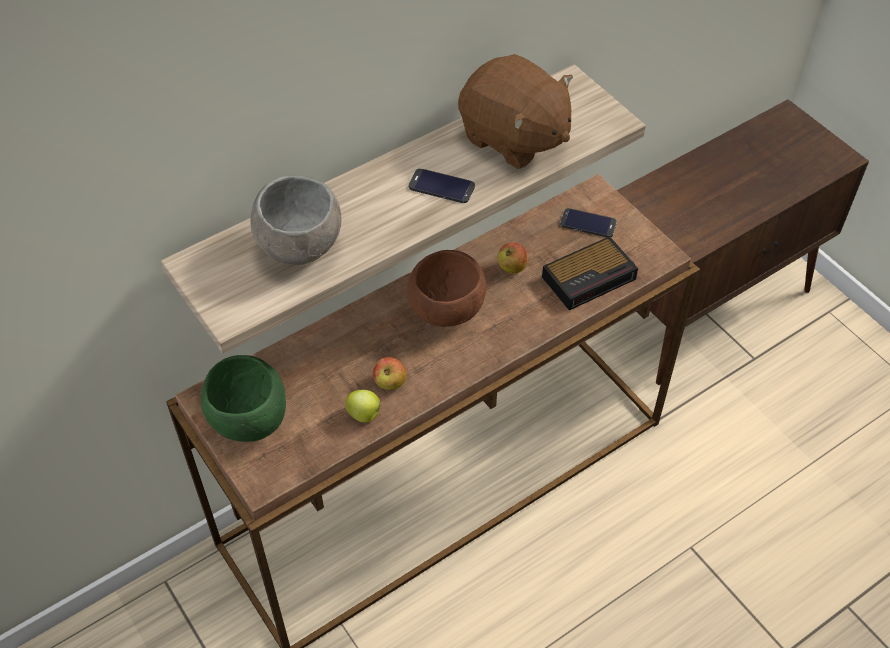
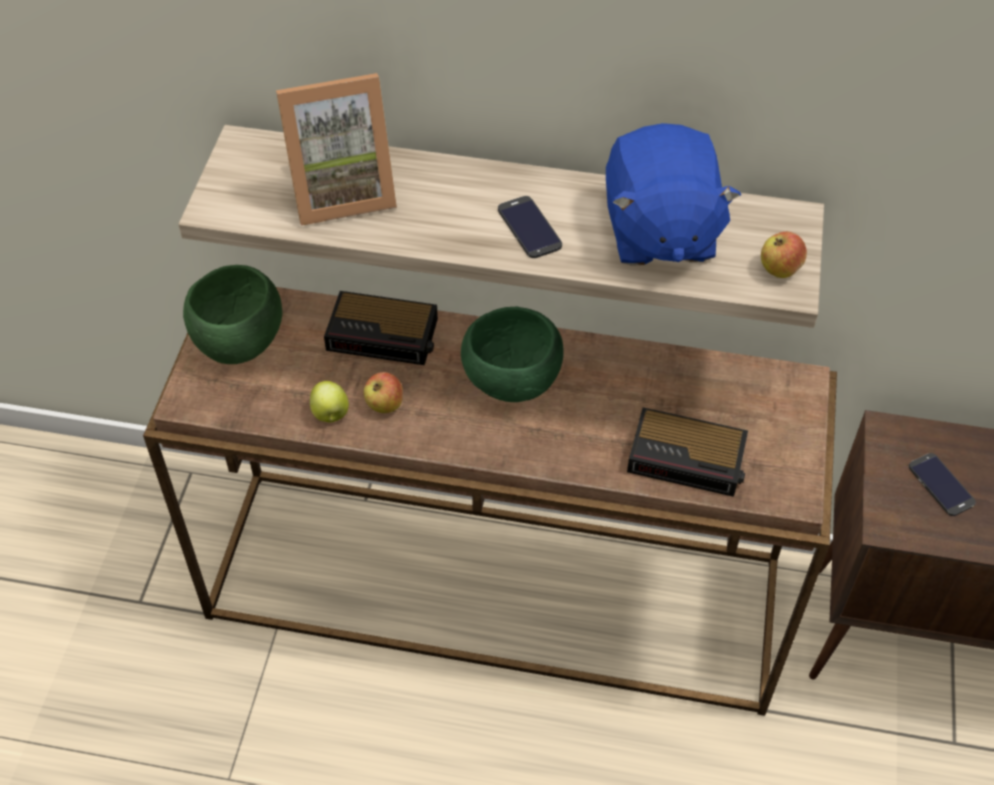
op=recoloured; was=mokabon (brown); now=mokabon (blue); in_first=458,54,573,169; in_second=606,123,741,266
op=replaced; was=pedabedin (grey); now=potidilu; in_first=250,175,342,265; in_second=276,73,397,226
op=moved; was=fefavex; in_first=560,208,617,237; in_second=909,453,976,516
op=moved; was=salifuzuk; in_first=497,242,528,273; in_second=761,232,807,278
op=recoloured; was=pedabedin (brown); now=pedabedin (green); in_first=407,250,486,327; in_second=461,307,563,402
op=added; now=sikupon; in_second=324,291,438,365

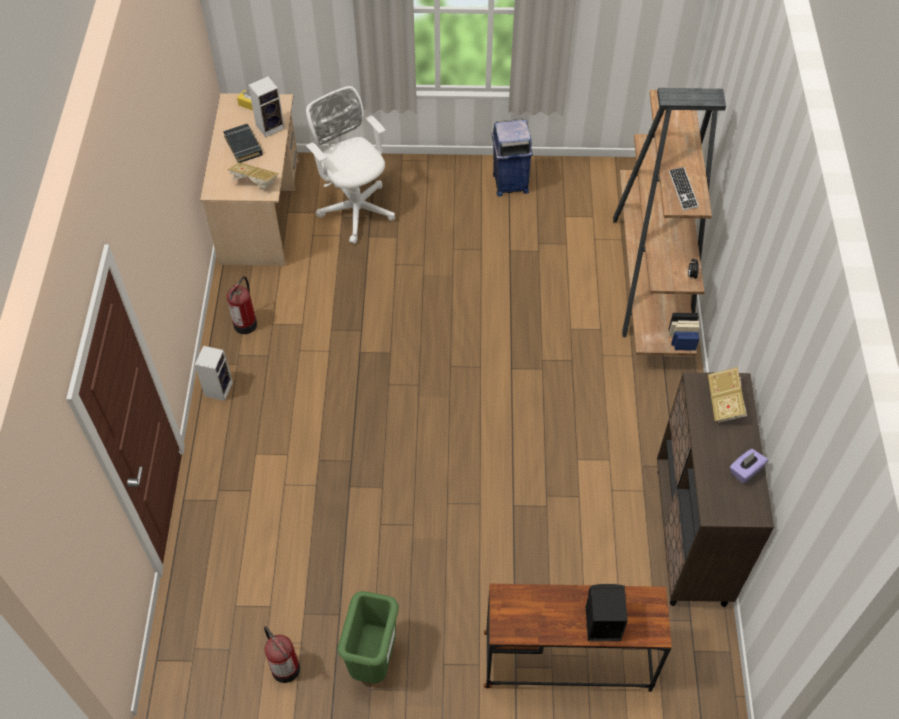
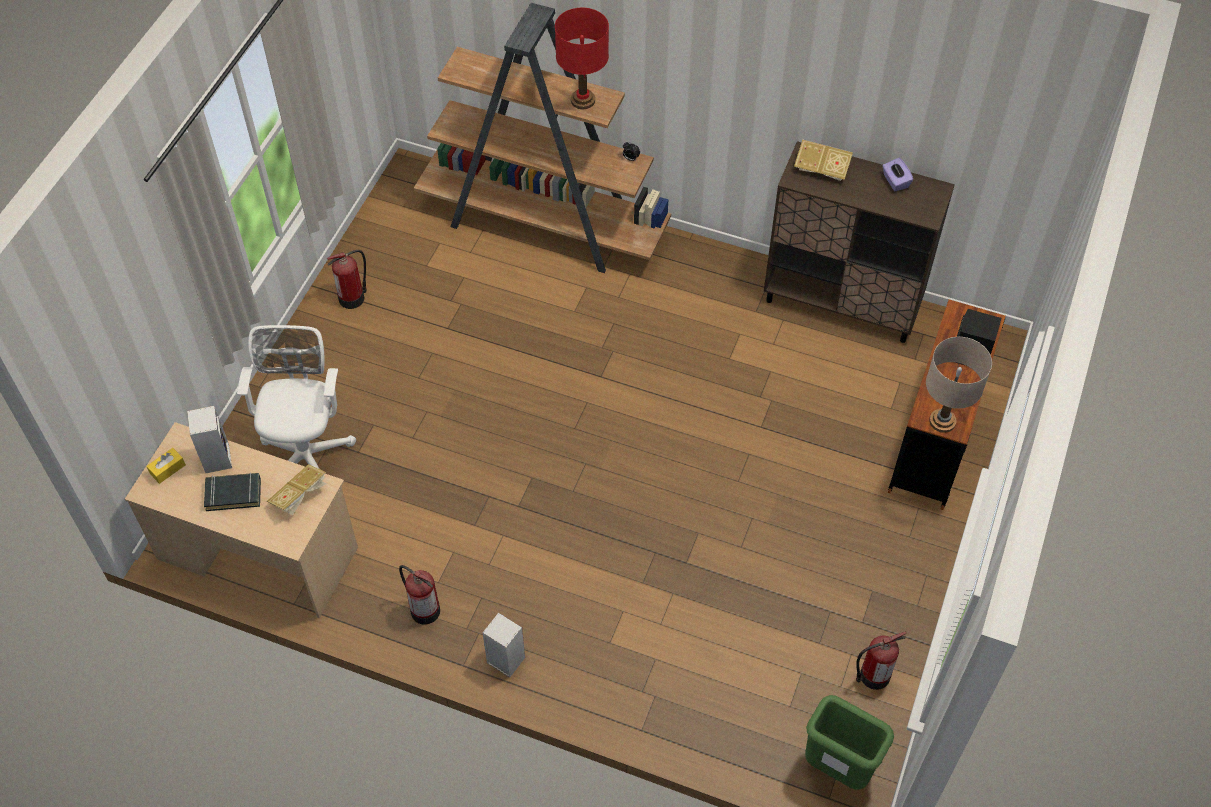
op=turned; was=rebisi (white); in_first=306,86,395,244; in_second=237,325,356,469; clockwise=105
op=replaced; was=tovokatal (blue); now=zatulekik; in_first=492,119,533,196; in_second=327,250,367,309
op=replaced; was=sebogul; now=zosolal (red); in_first=669,167,699,210; in_second=555,8,609,109
op=moved; was=tovokatal (green); in_first=338,591,399,684; in_second=805,695,894,790
op=added; now=zosolal (beige); in_second=926,337,992,433

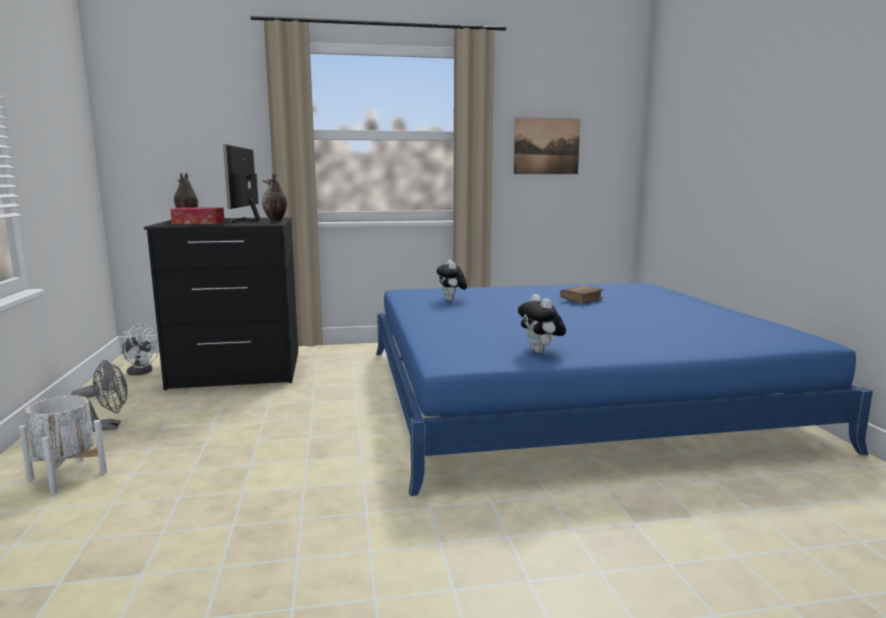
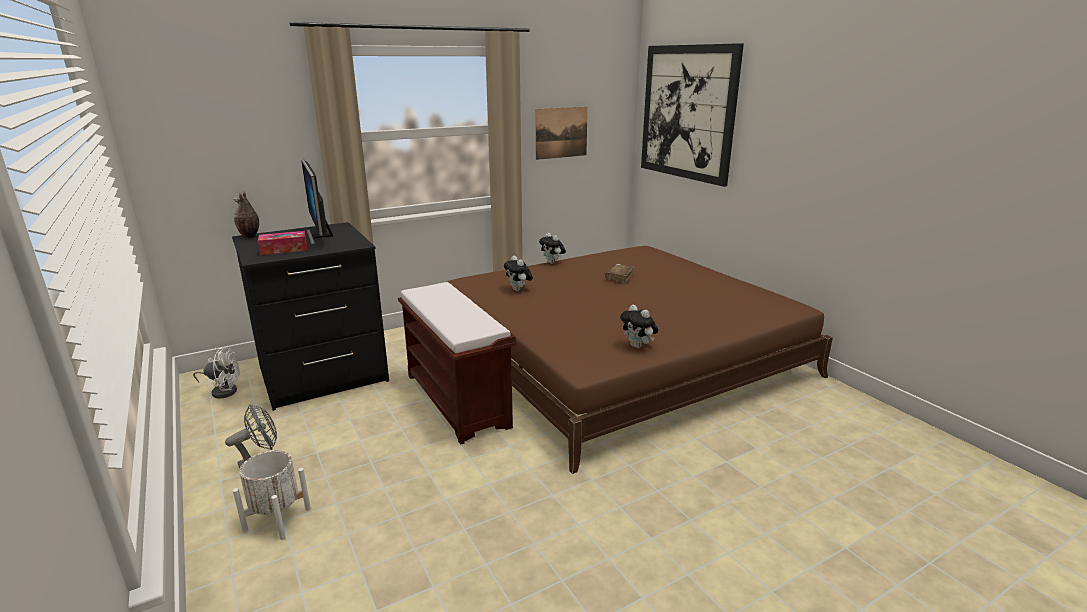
op=removed; was=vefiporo; in_first=262,172,287,222
op=recoloured; was=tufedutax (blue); now=tufedutax (brown); in_first=376,283,873,496; in_second=447,246,833,474
op=added; now=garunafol; in_second=641,43,744,187
op=added; now=mokabon; in_second=539,233,566,264
op=added; now=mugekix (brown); in_second=398,282,516,444

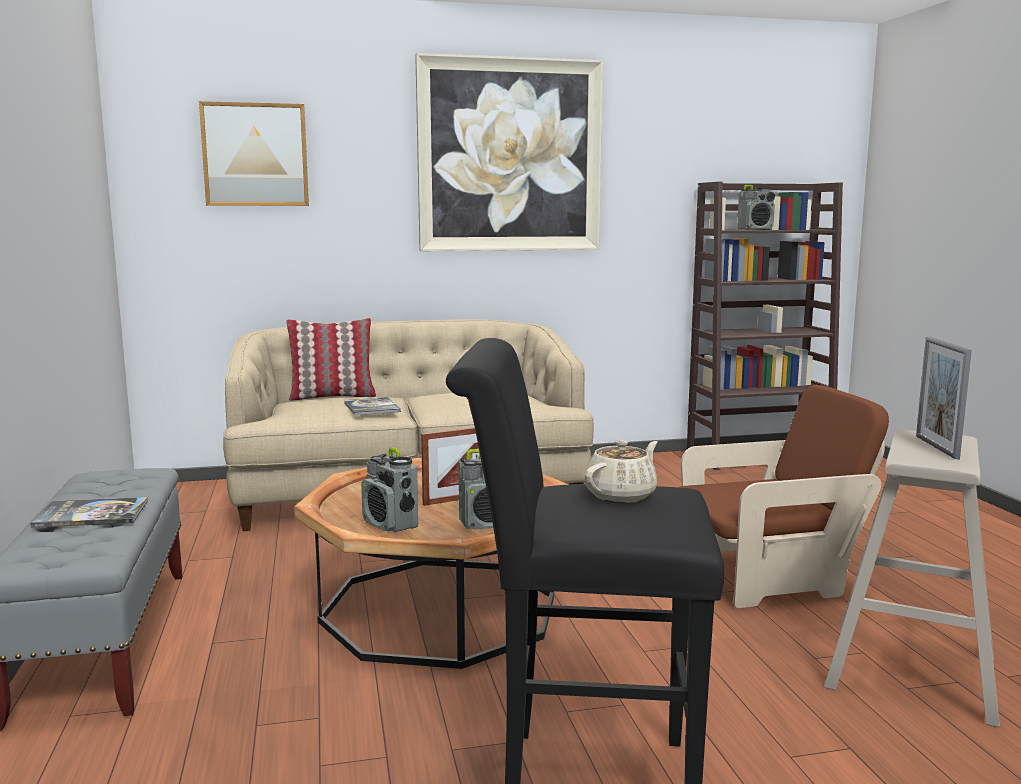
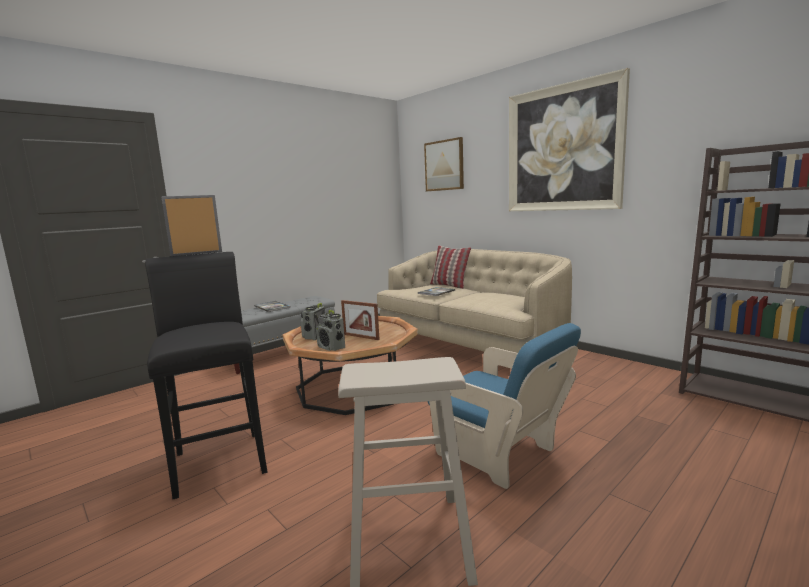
op=removed; was=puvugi; in_first=737,185,775,230
op=moved; was=potidilu; in_first=916,337,972,459; in_second=161,195,222,256
op=recoloured; was=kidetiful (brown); now=kidetiful (blue); in_first=678,385,889,608; in_second=427,323,581,489
op=removed; was=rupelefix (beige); in_first=584,440,658,503

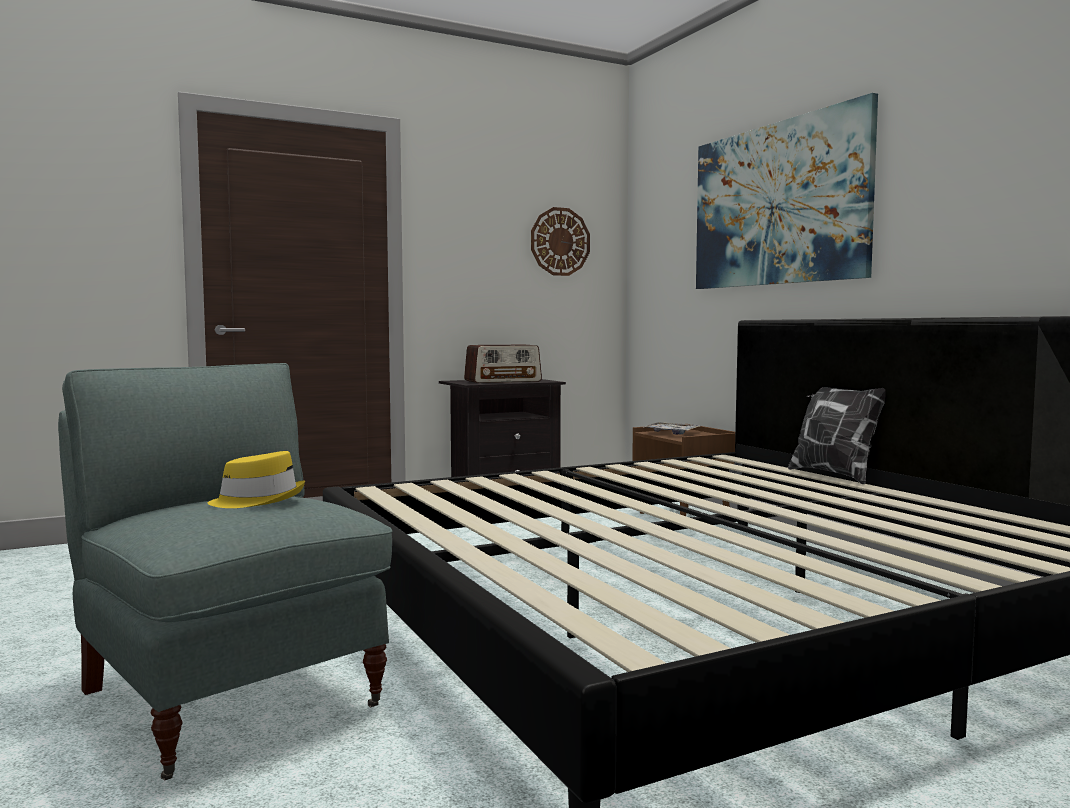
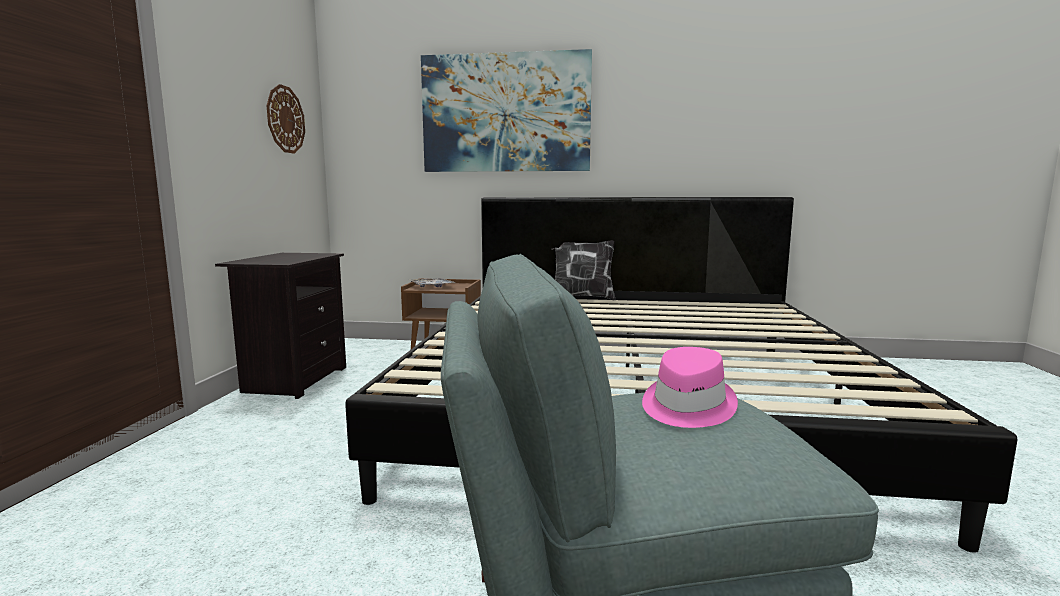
op=removed; was=puvugi; in_first=464,345,542,383
op=recoloured; was=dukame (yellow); now=dukame (pink); in_first=208,451,305,508; in_second=642,347,738,428

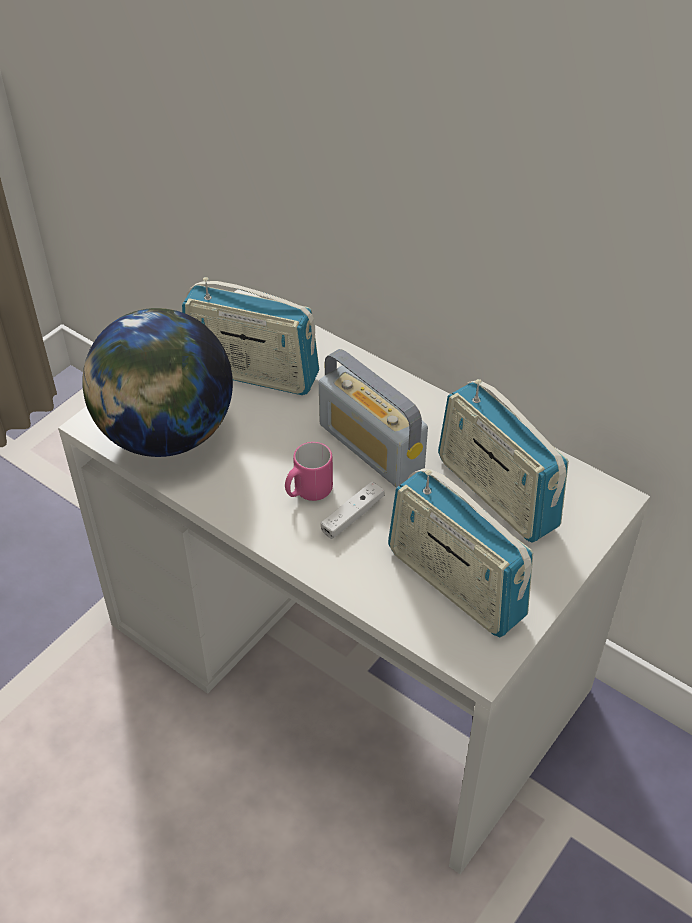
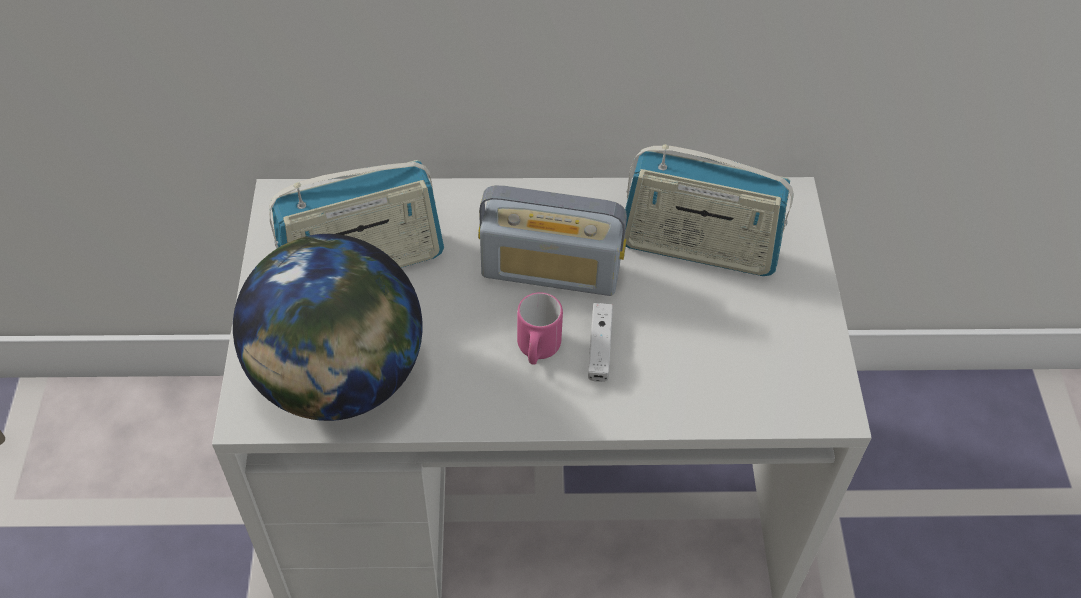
op=removed; was=puvugi; in_first=388,469,533,637

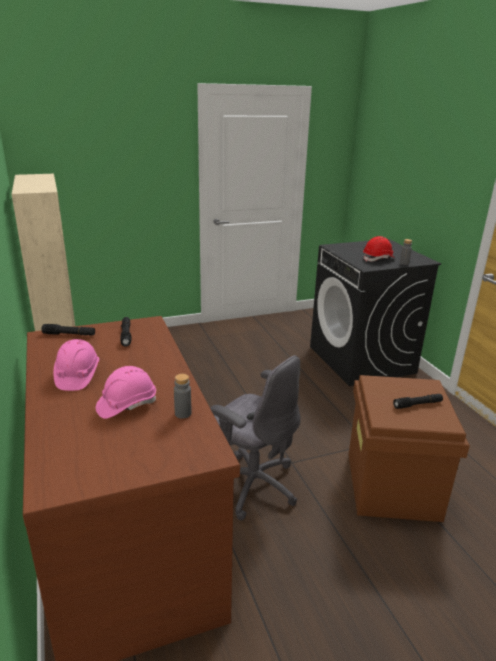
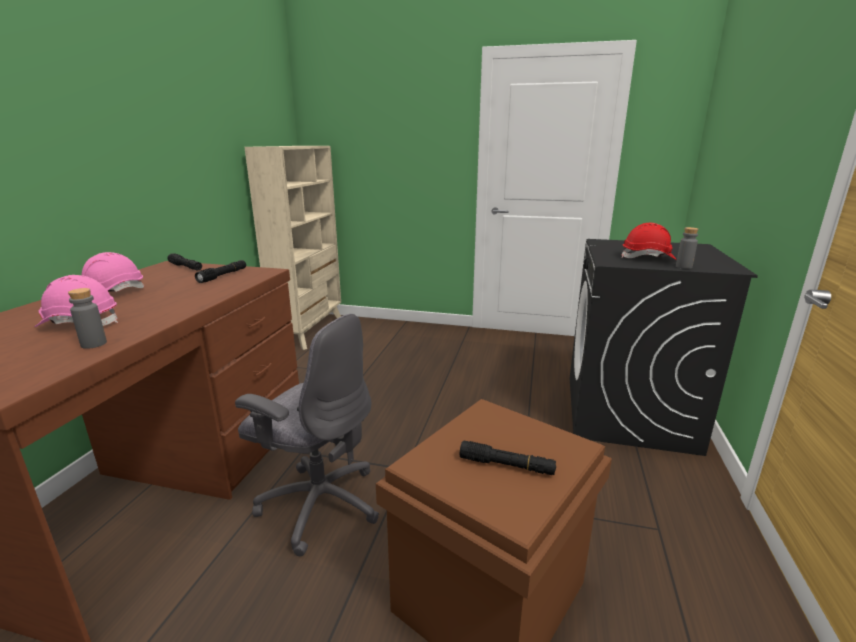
op=turned; was=rebisi (grey); in_first=210,355,301,520; in_second=235,314,379,556; clockwise=-45

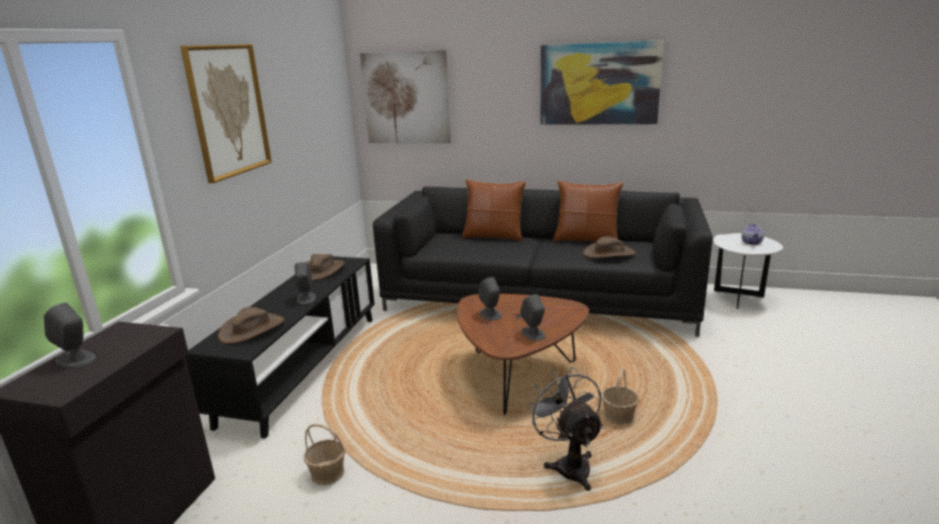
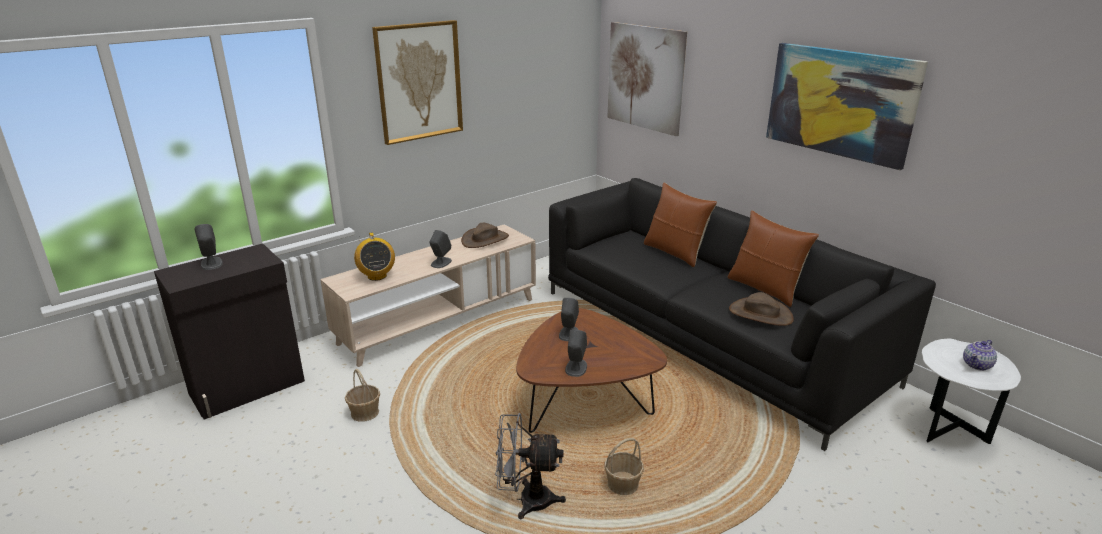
op=recoloured; was=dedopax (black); now=dedopax (beige); in_first=185,256,375,438; in_second=320,225,536,367
op=replaced; was=dukame (brown); now=puvugi; in_first=218,307,284,344; in_second=354,232,395,281
op=turned; was=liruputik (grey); in_first=526,367,604,491; in_second=495,413,566,519; clockwise=-105

